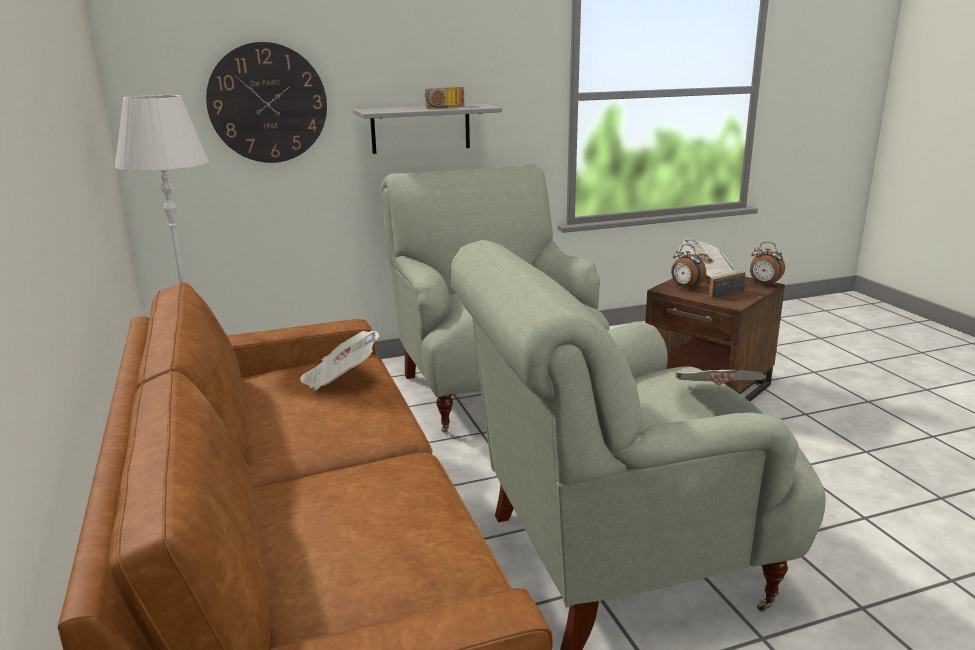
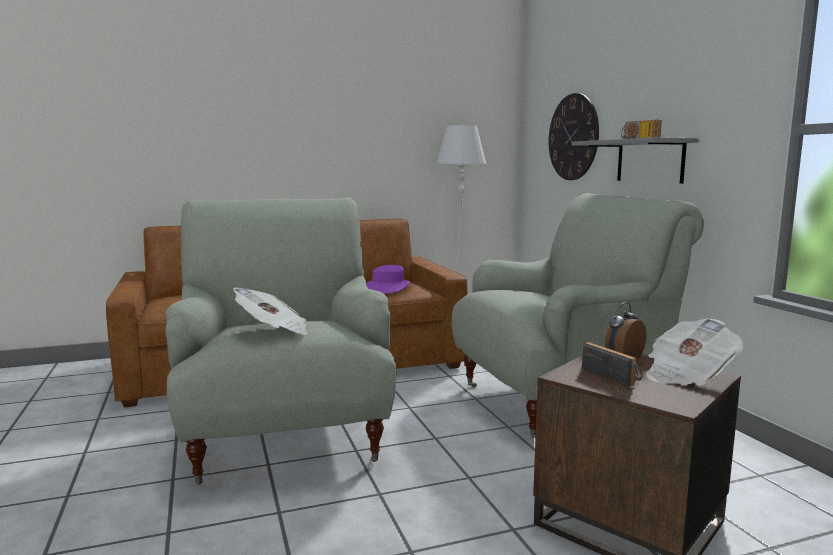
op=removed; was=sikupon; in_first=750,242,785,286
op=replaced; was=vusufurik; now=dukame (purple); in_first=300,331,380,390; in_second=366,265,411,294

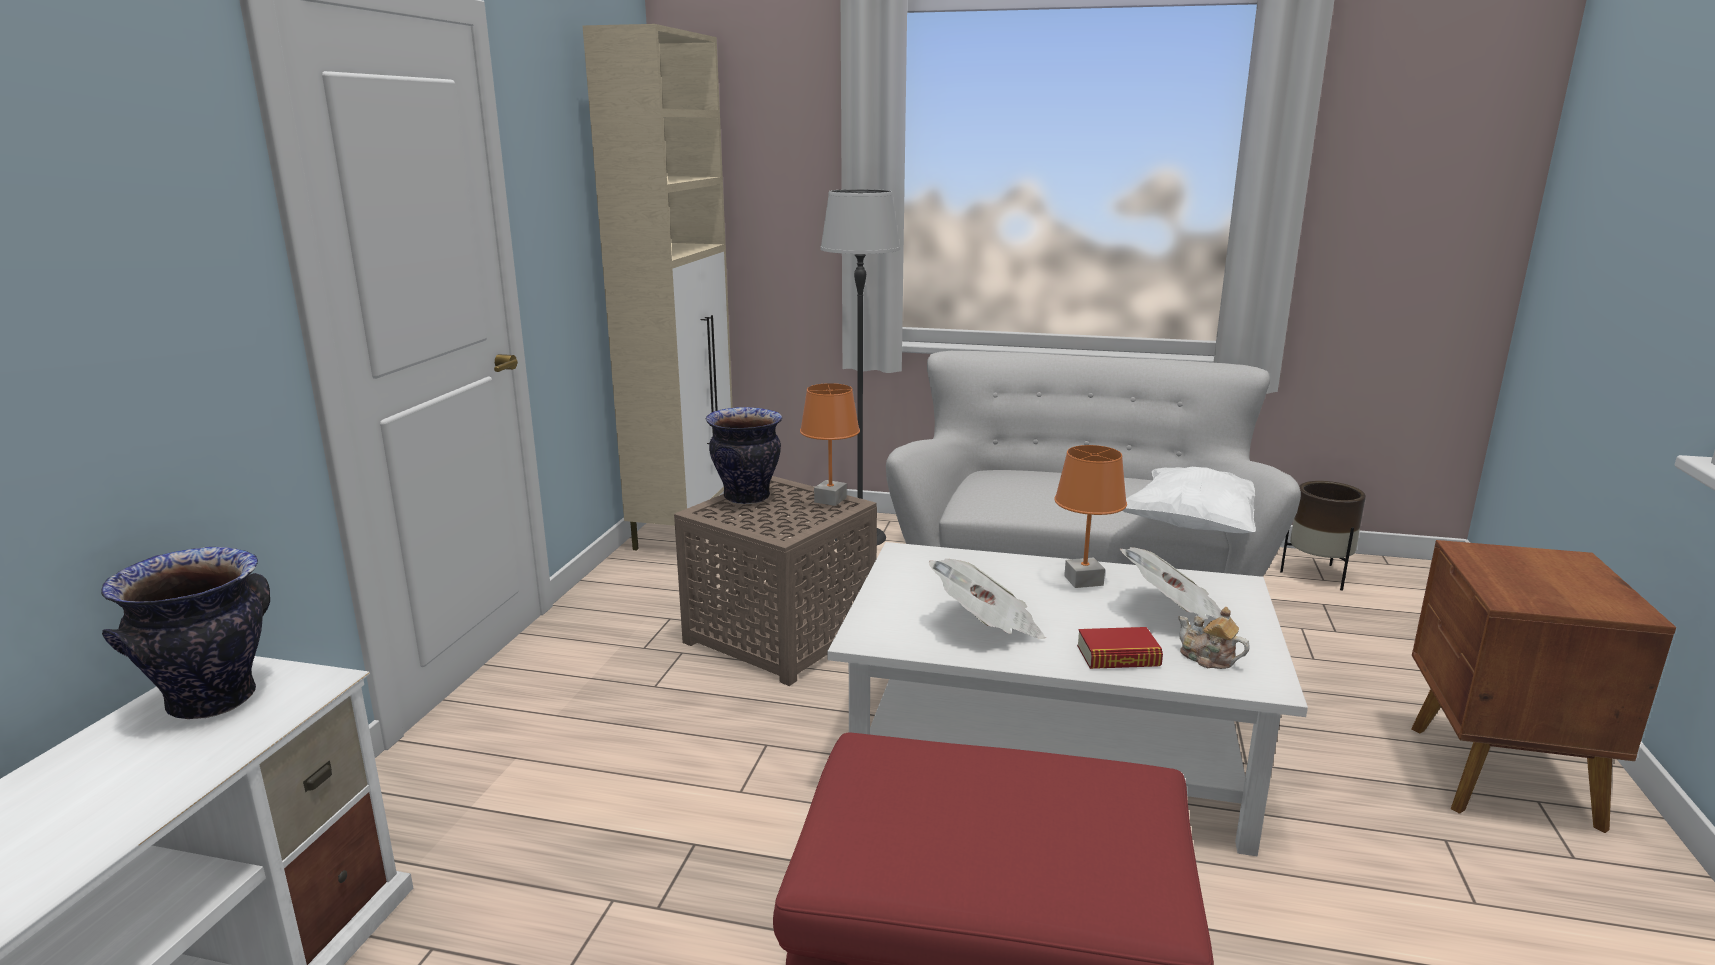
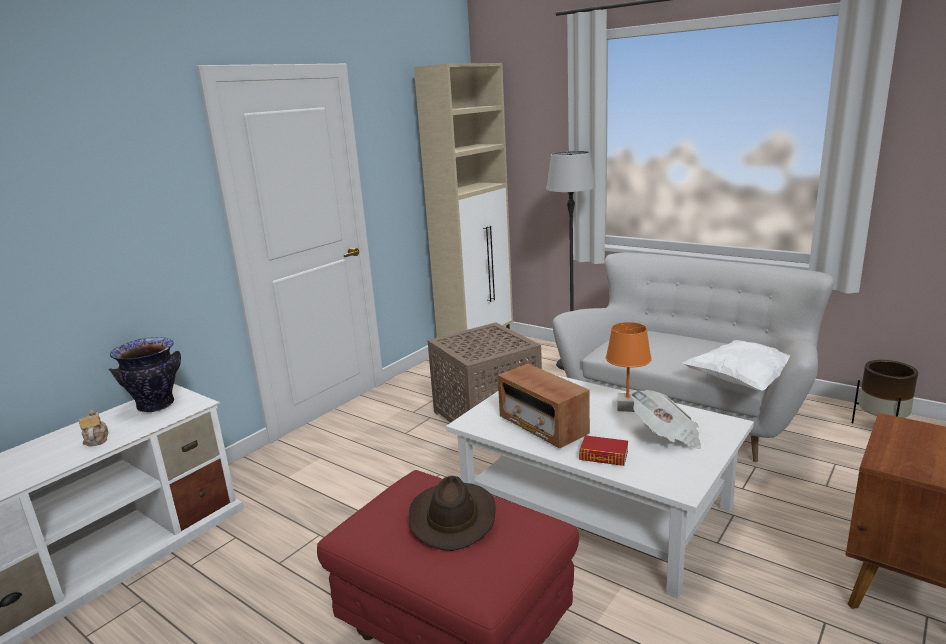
op=removed; was=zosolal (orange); in_first=800,383,860,506
op=removed; was=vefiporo; in_first=705,407,782,504
op=replaced; was=vusufurik; now=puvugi; in_first=929,559,1046,639; in_second=498,364,590,448
op=moved; was=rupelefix; in_first=1179,607,1250,669; in_second=79,410,109,446
op=added; now=dukame (brown); in_second=409,476,496,551

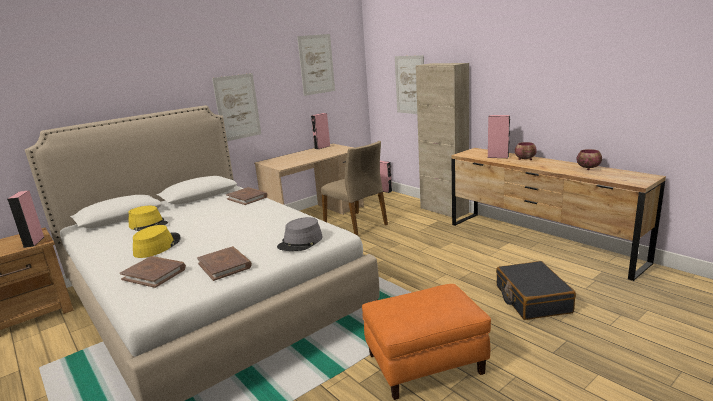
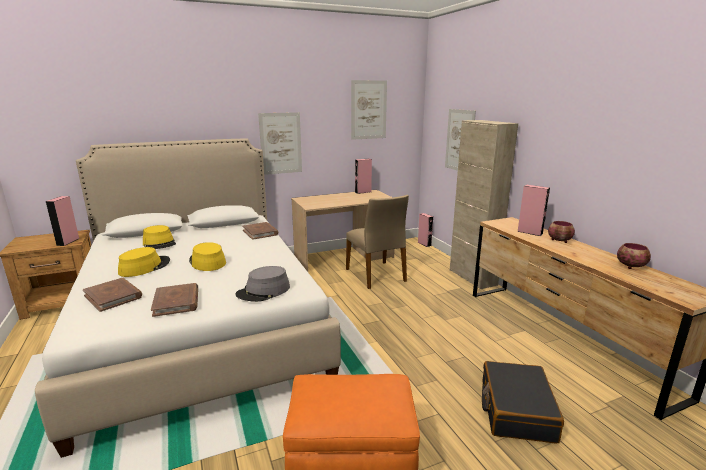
op=added; now=dukame (yellow); in_second=189,242,226,271

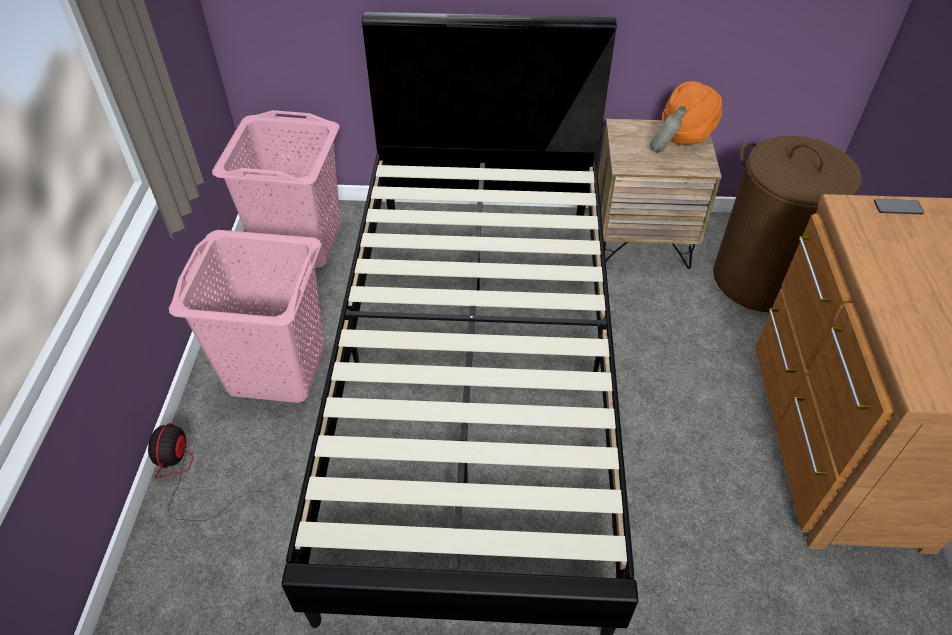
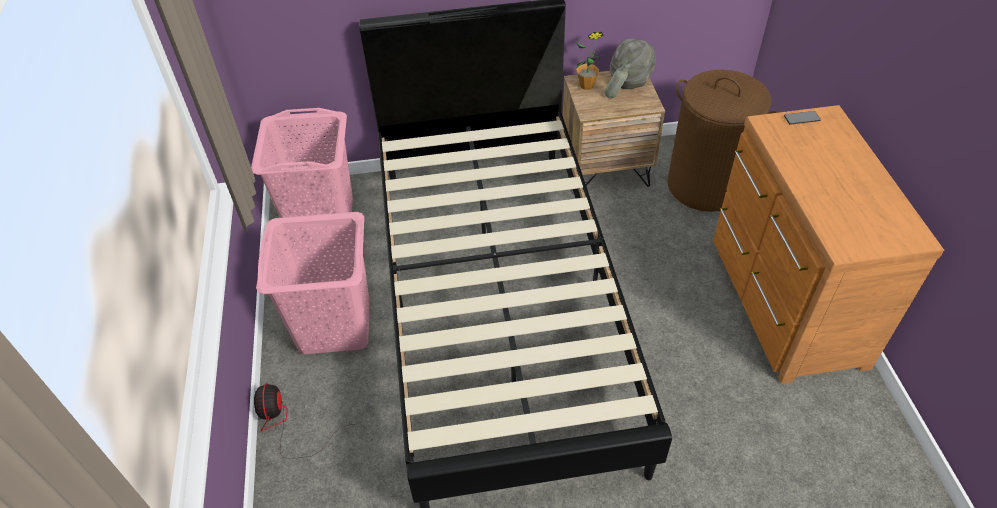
op=recoloured; was=dukame (orange); now=dukame (grey); in_first=662,81,722,145; in_second=610,38,656,89
op=added; now=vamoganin; in_second=576,32,603,90

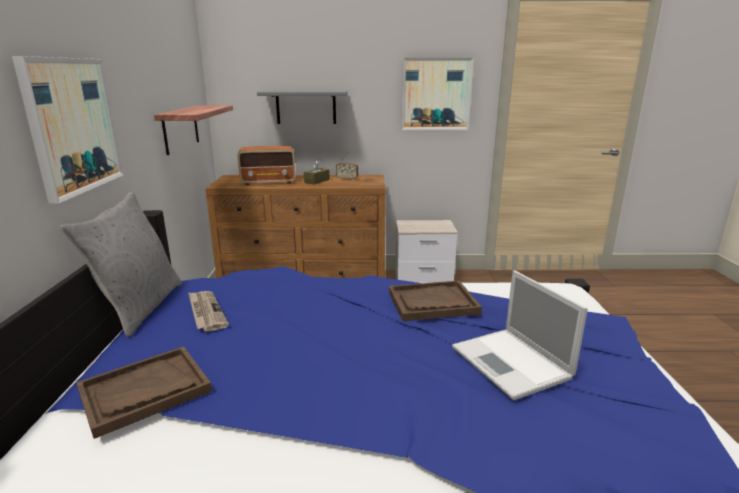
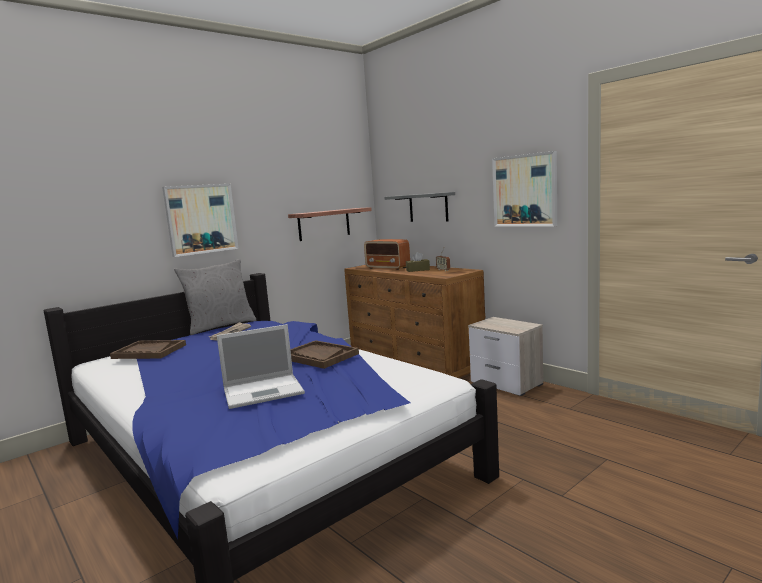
op=turned; was=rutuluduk; in_first=452,270,588,401; in_second=217,324,305,409; clockwise=-135

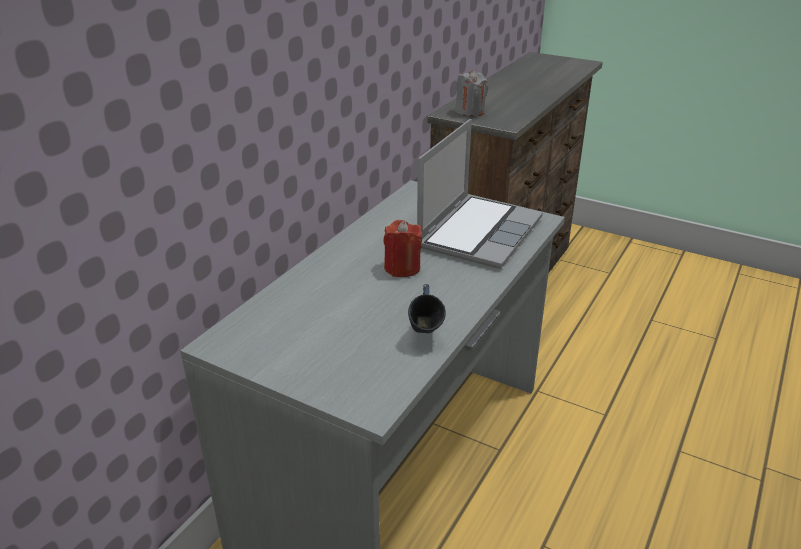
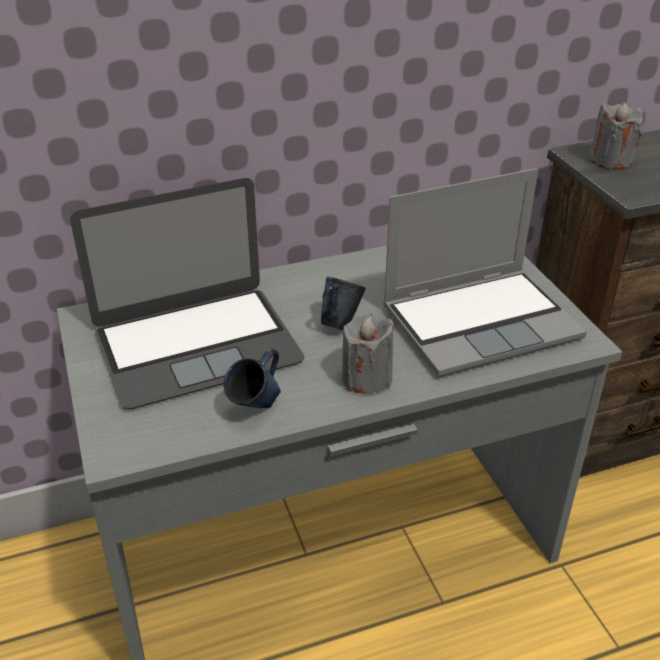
op=replaced; was=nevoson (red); now=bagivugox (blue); in_first=383,220,422,277; in_second=321,277,366,330
op=added; now=rutuluduk; in_second=70,178,304,410
op=added; now=nevoson (grey); in_second=342,313,394,394

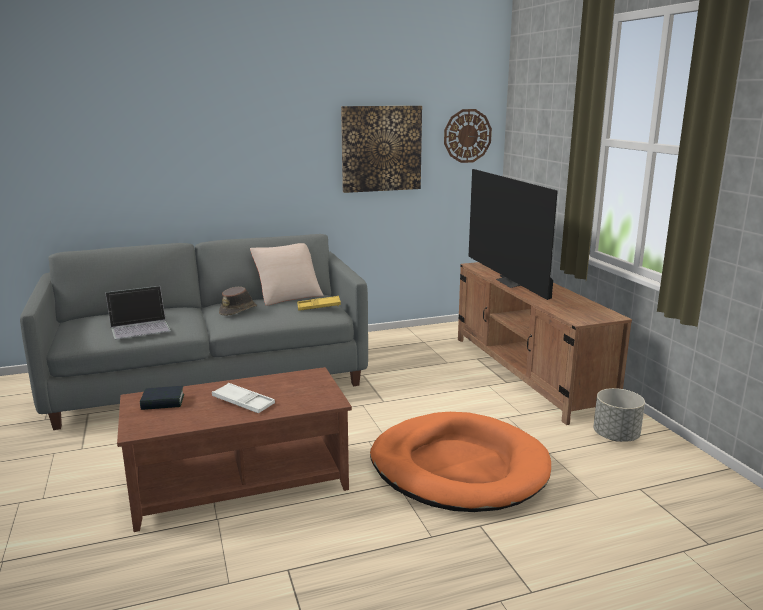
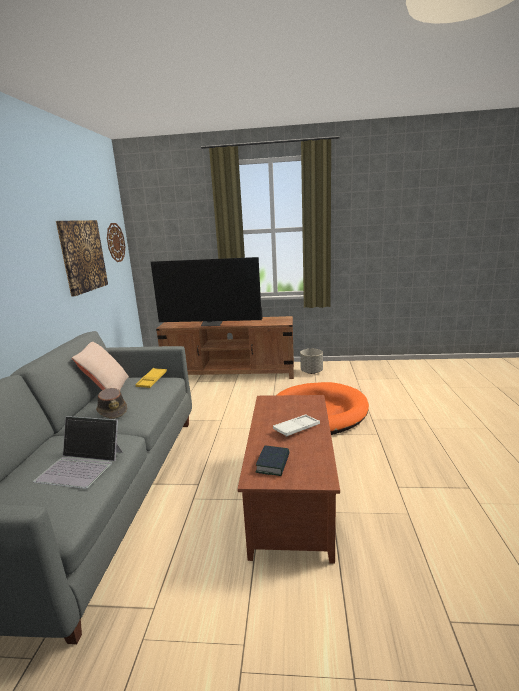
op=turned; was=rutuluduk; in_first=105,286,171,339; in_second=33,416,123,489; clockwise=105

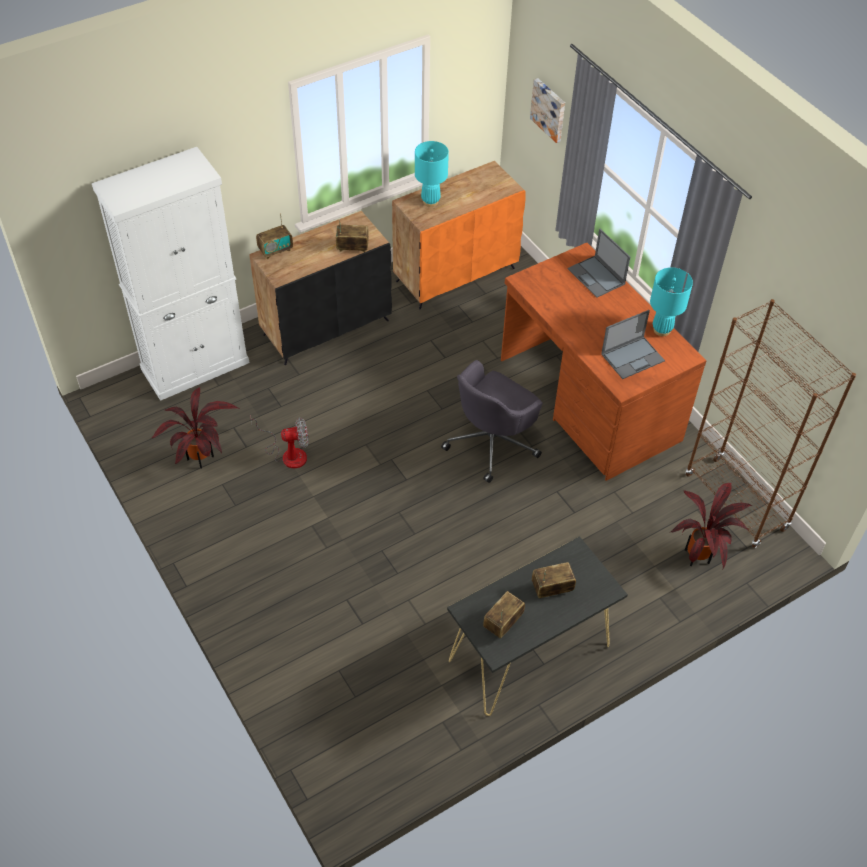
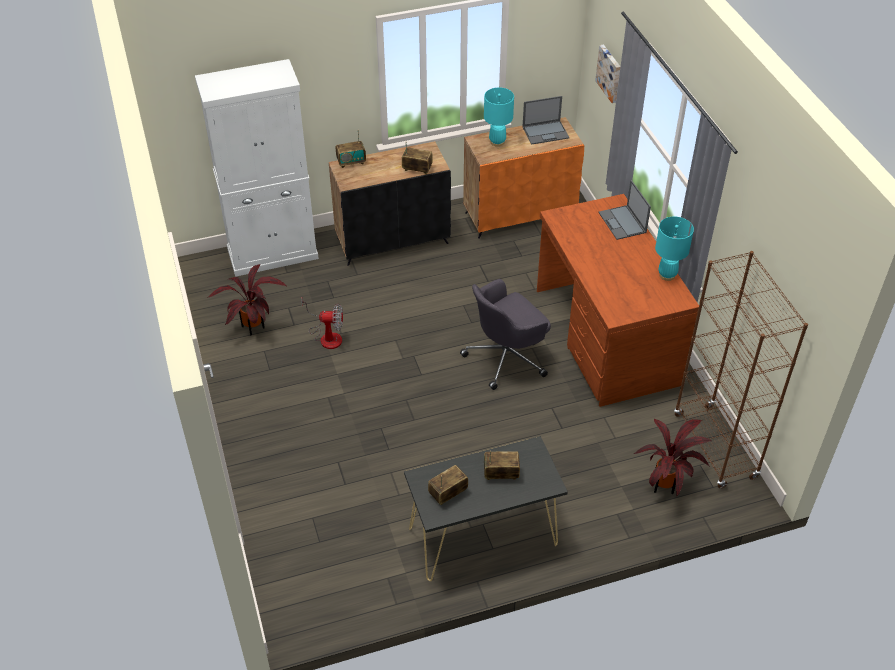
op=moved; was=rutuluduk; in_first=601,310,665,379; in_second=522,96,569,145

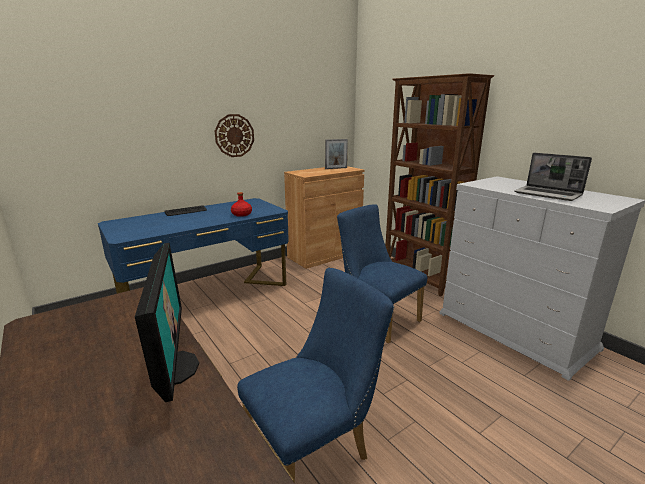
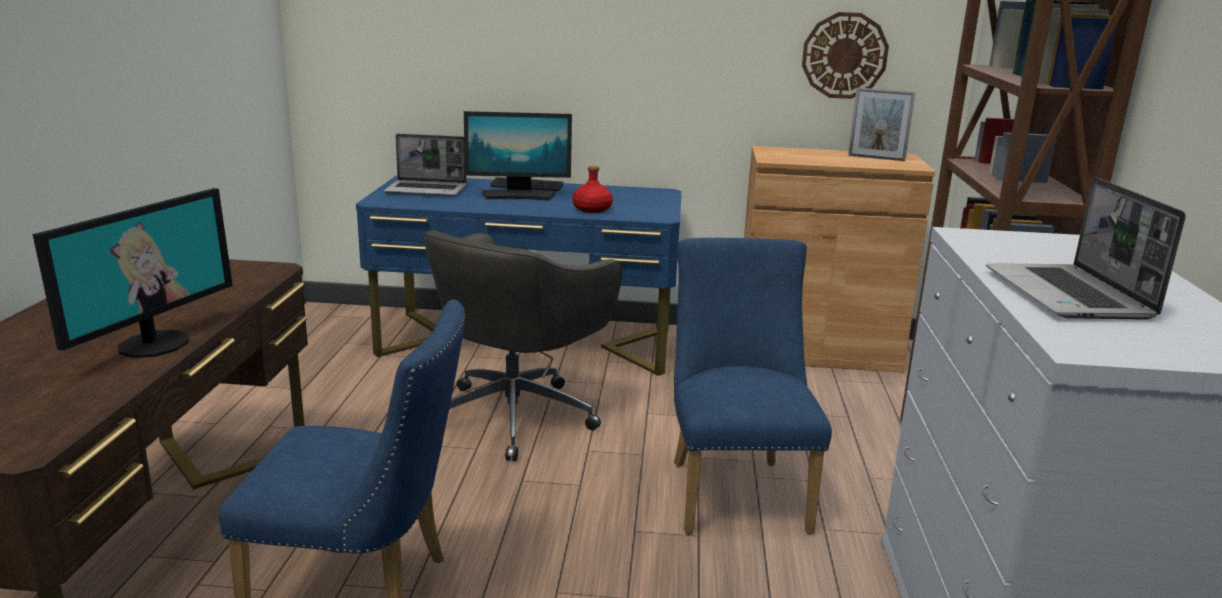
op=moved; was=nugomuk; in_first=215,114,254,157; in_second=802,12,889,99
op=added; now=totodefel; in_second=464,111,572,201
op=added; now=rutuluduk; in_second=384,134,467,196
op=added; now=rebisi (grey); in_second=423,230,622,461

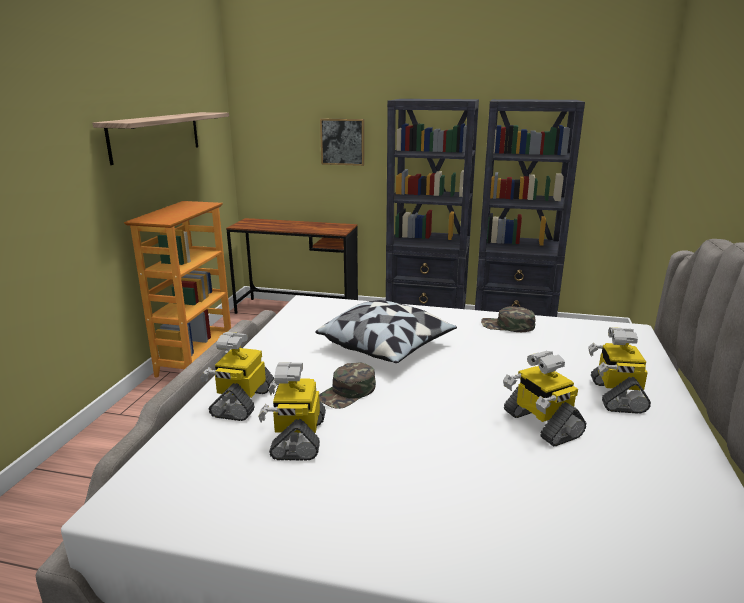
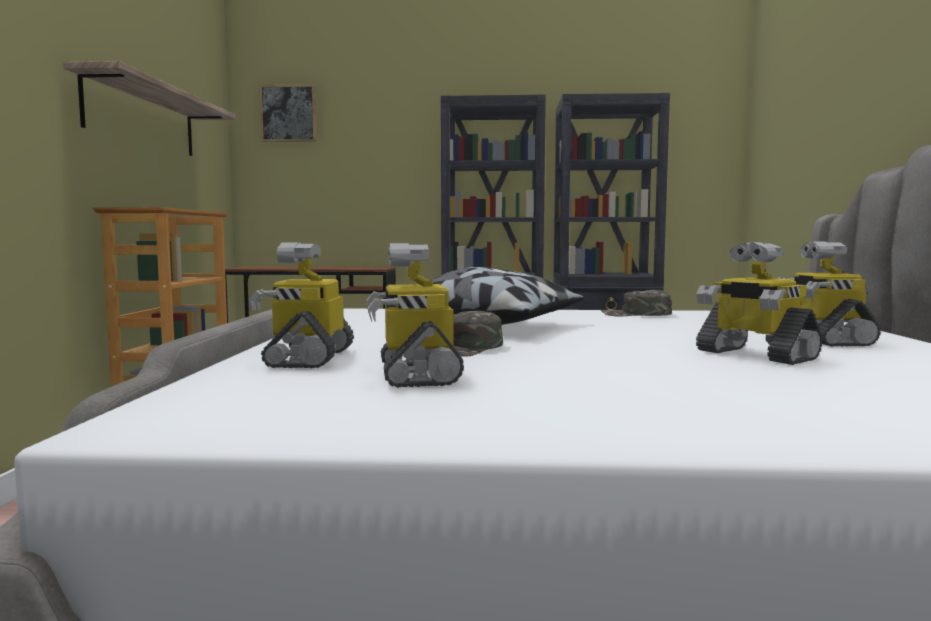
op=moved; was=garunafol; in_first=320,119,364,166; in_second=260,84,316,142

